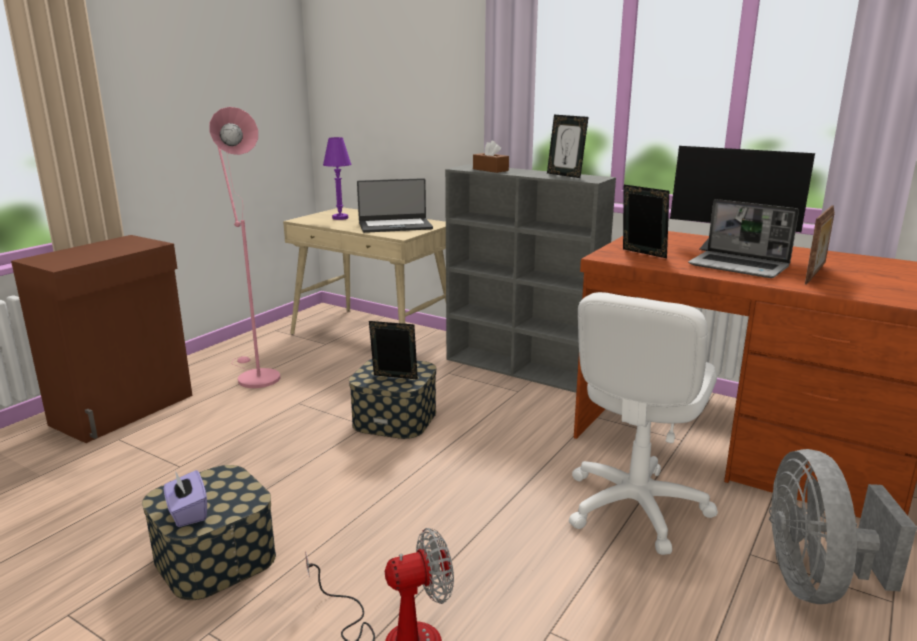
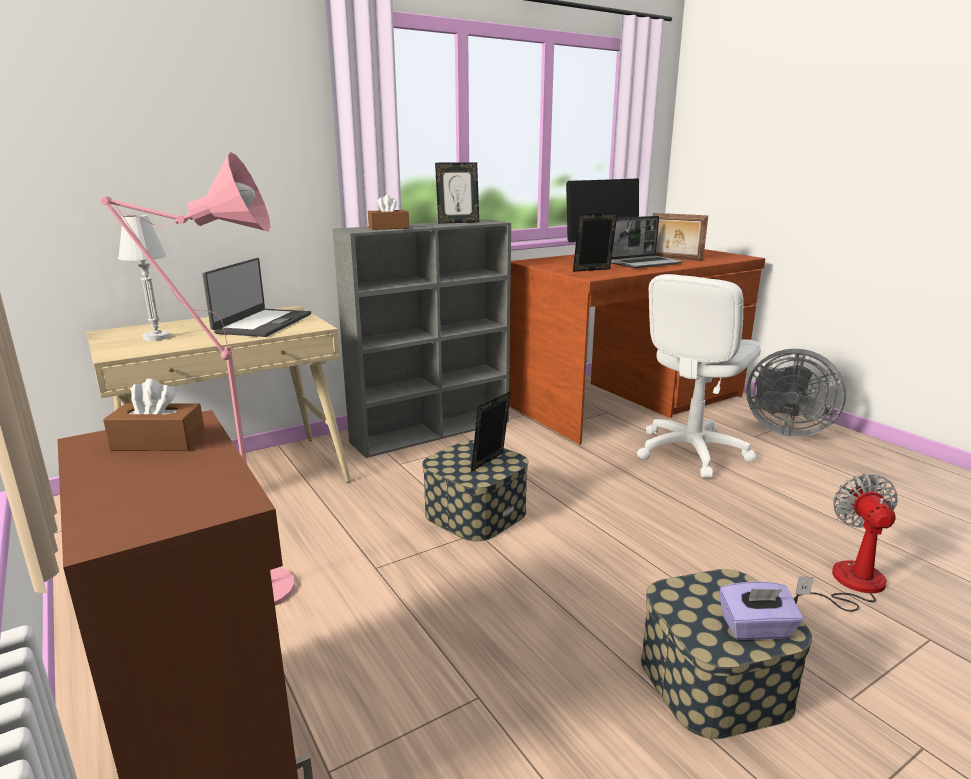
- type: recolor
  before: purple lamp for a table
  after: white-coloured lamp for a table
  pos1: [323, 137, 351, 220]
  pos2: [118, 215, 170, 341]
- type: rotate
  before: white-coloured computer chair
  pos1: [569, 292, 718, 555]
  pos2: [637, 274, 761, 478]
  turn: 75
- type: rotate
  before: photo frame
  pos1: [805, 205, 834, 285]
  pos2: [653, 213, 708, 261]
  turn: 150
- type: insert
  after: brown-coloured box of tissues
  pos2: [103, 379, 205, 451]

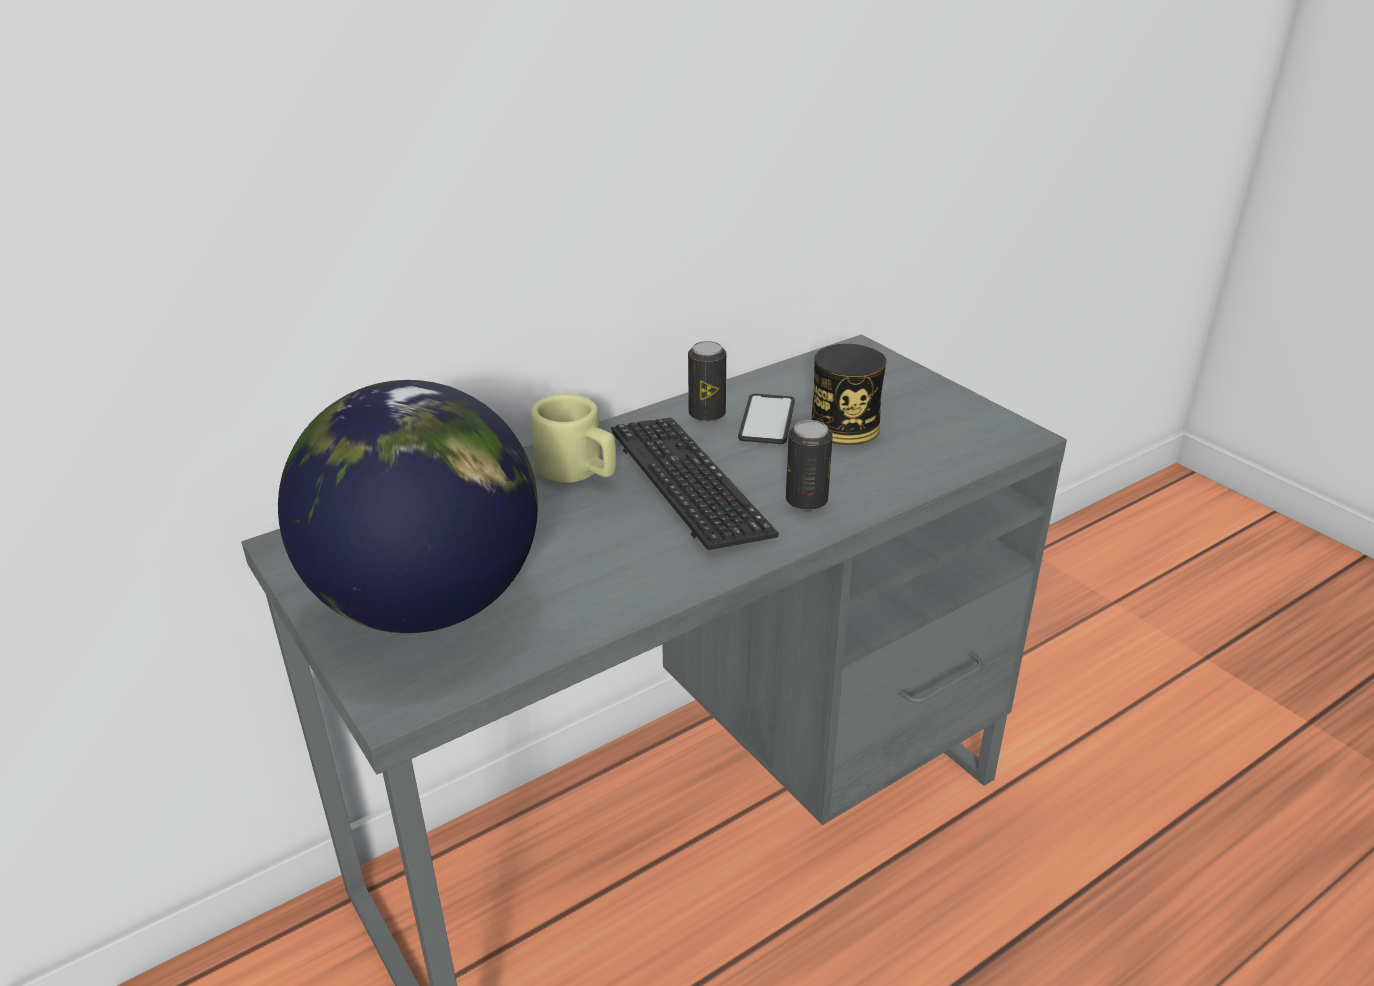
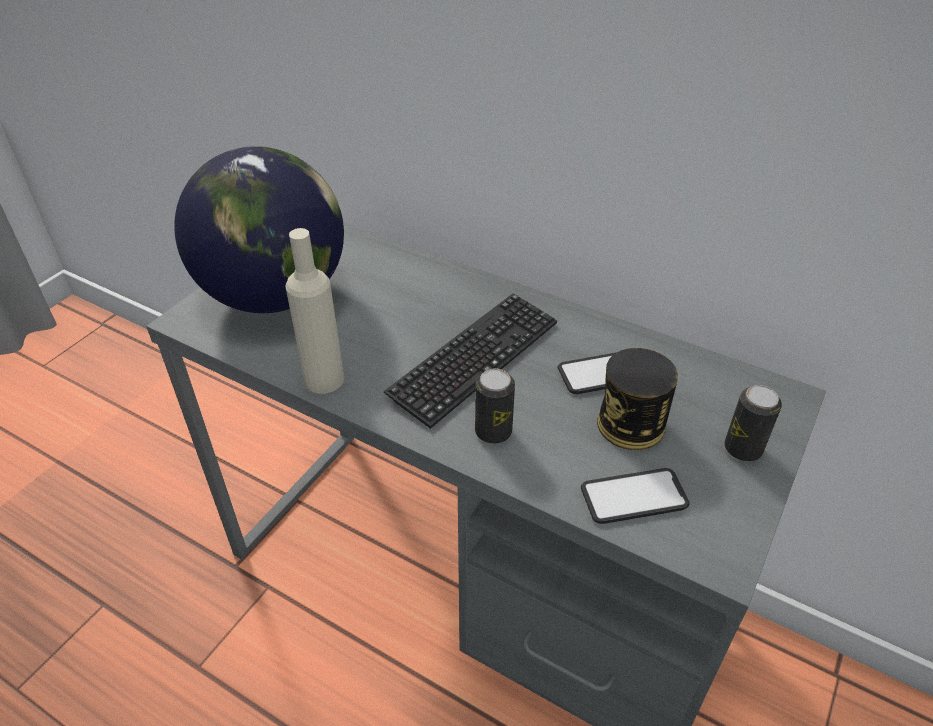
- type: delete
  before: beige mug
  pos1: [530, 394, 616, 483]
- type: move
  before: metal can
  pos1: [688, 341, 726, 422]
  pos2: [724, 385, 782, 461]
- type: insert
  after: beige beverage bottle
  pos2: [285, 228, 344, 394]
- type: insert
  after: phone
  pos2: [581, 468, 690, 524]

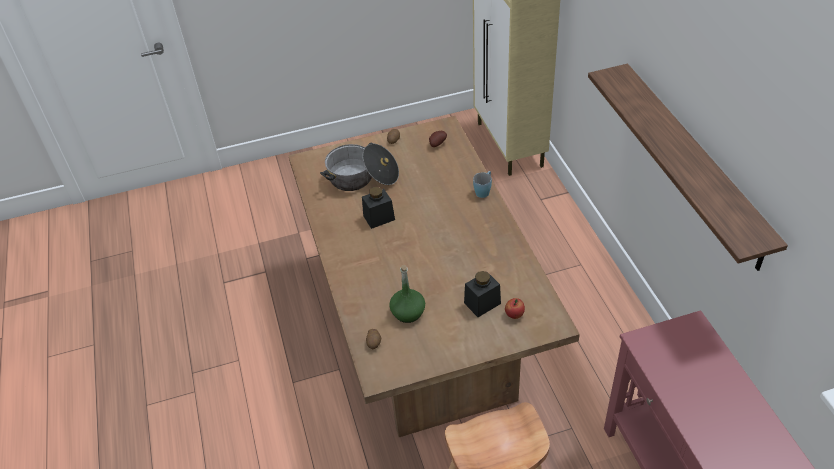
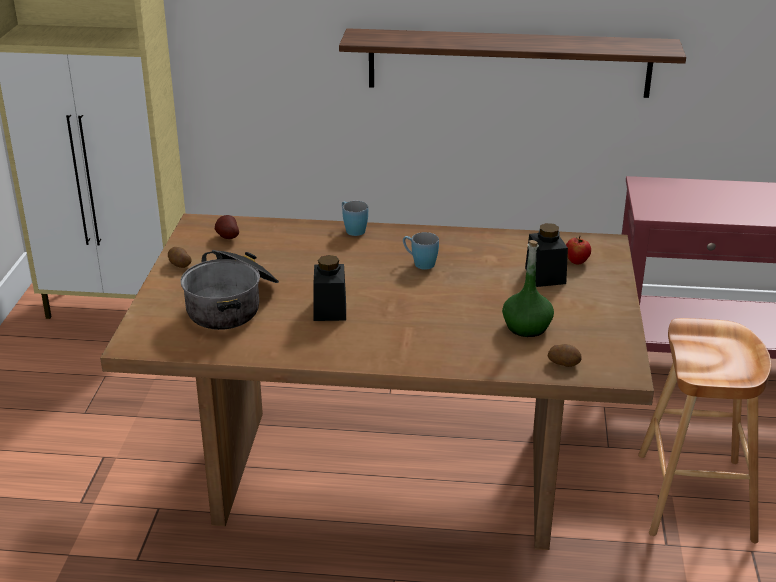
- type: insert
  after: blue mug
  pos2: [403, 232, 439, 270]

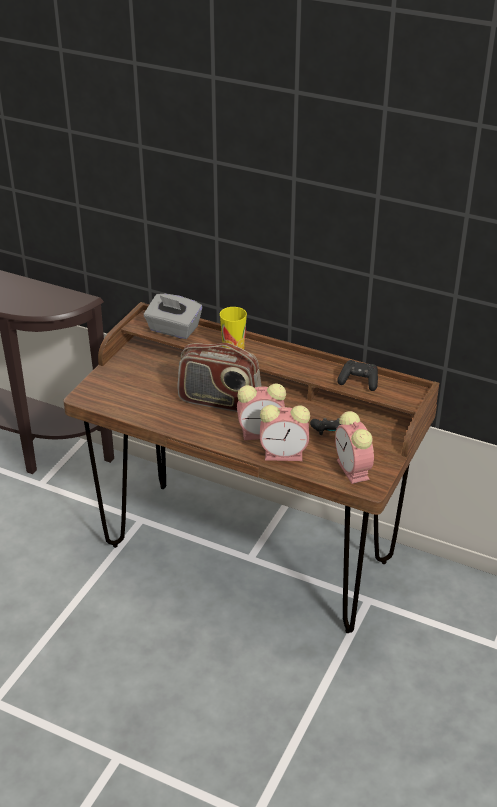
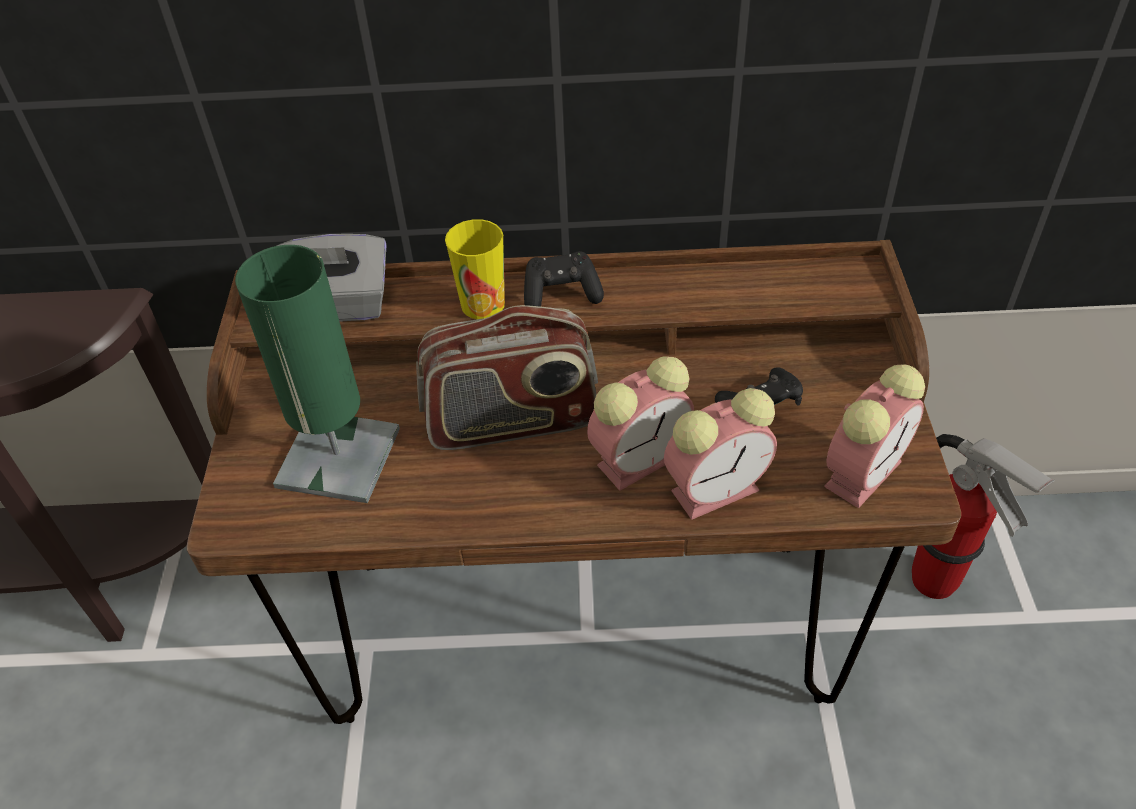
- type: rotate
  before: table clock
  pos1: [335, 411, 374, 484]
  pos2: [824, 364, 925, 508]
  turn: -90
- type: move
  before: black-coloured joypad
  pos1: [337, 360, 378, 391]
  pos2: [524, 251, 604, 307]
- type: insert
  after: green-coloured lamp for a table
  pos2: [235, 245, 400, 503]
- type: insert
  after: fire-fighting cylinder
  pos2: [912, 434, 1055, 599]

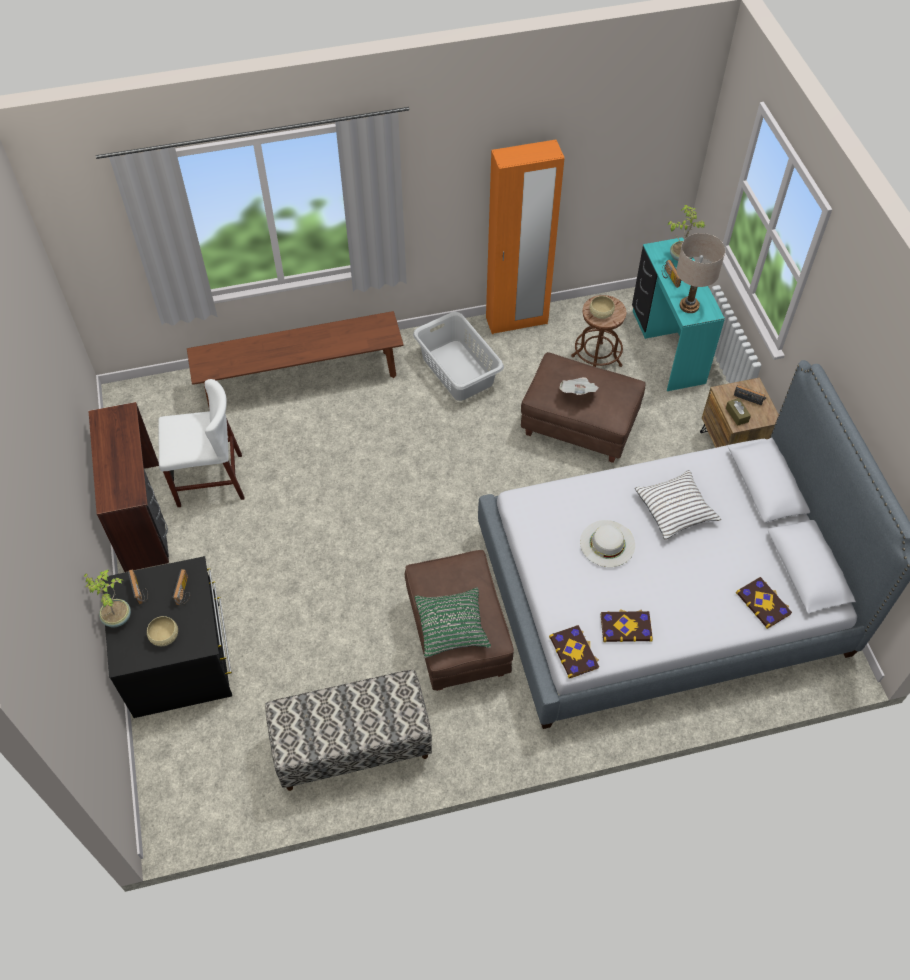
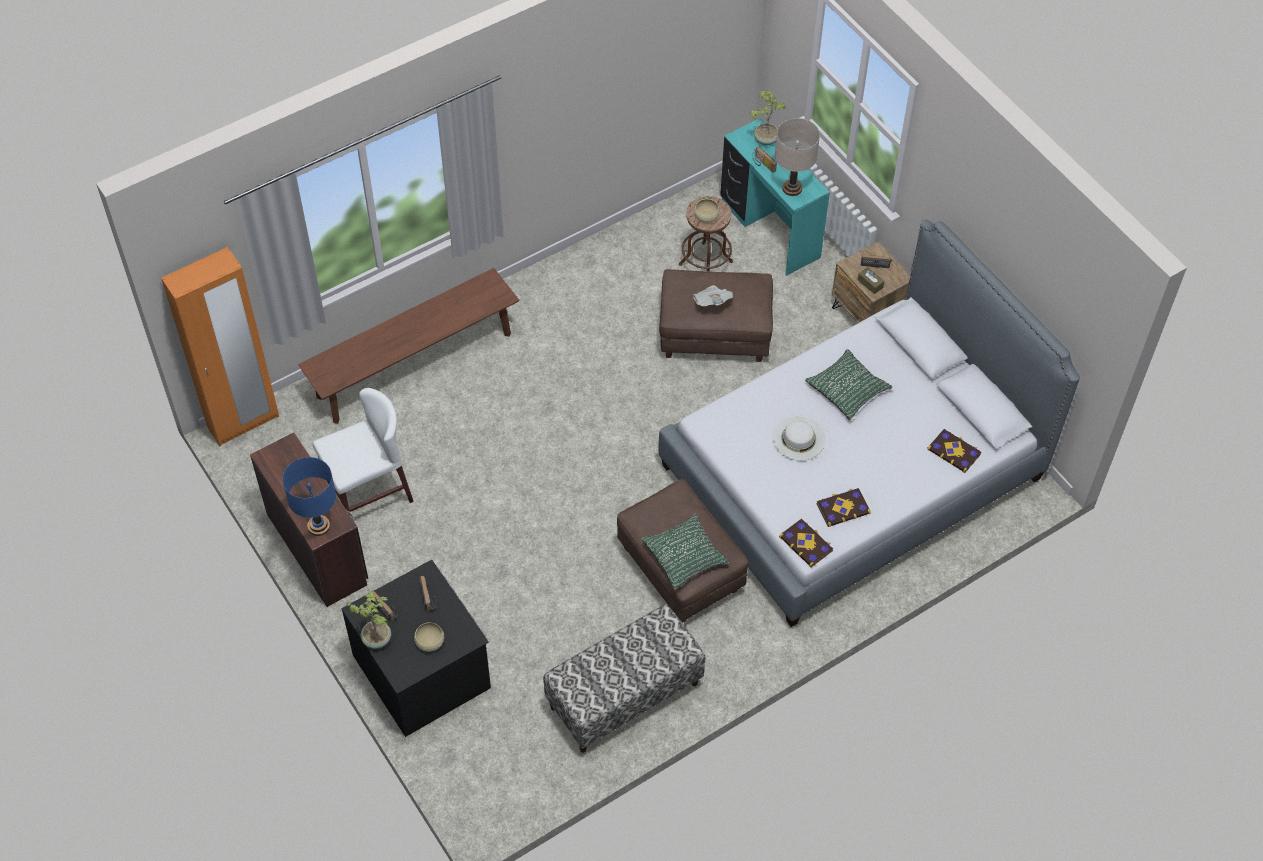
- type: delete
  before: grey washing basket
  pos1: [413, 312, 504, 401]
- type: move
  before: orangey clothes cupboard
  pos1: [486, 140, 564, 334]
  pos2: [161, 247, 279, 446]
- type: recolor
  before: white-coloured cushion
  after: green-coloured cushion
  pos1: [635, 470, 721, 540]
  pos2: [805, 349, 893, 420]
- type: insert
  after: blue lamp for a table
  pos2: [282, 457, 336, 536]

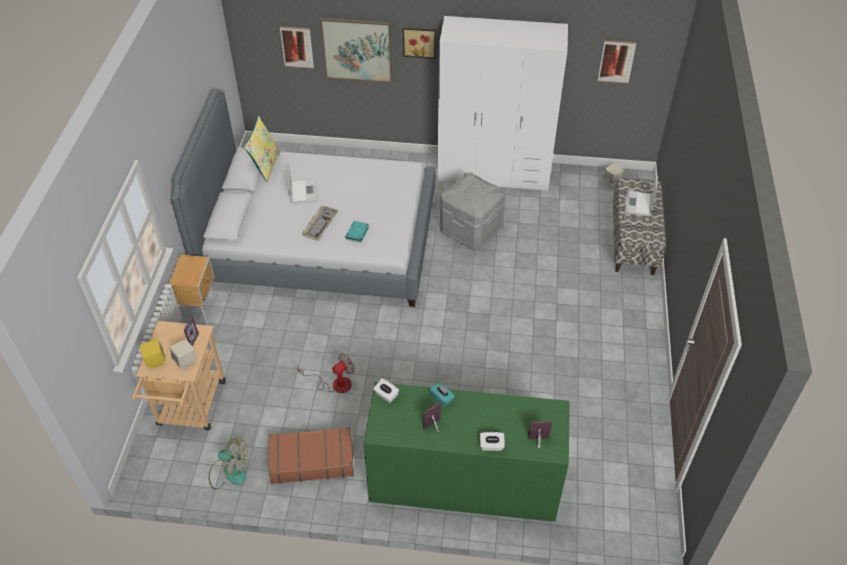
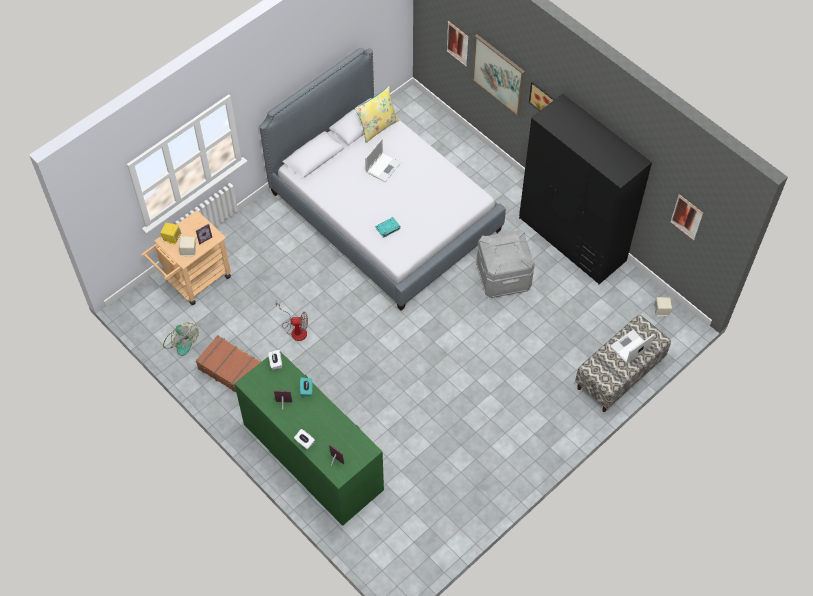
- type: delete
  before: brown-coloured bedside table
  pos1: [168, 255, 218, 325]
- type: delete
  before: PC keyboard
  pos1: [302, 205, 338, 241]
- type: recolor
  before: white-coloured clothes cupboard
  after: black-coloured clothes cupboard
  pos1: [437, 16, 568, 191]
  pos2: [519, 93, 652, 285]

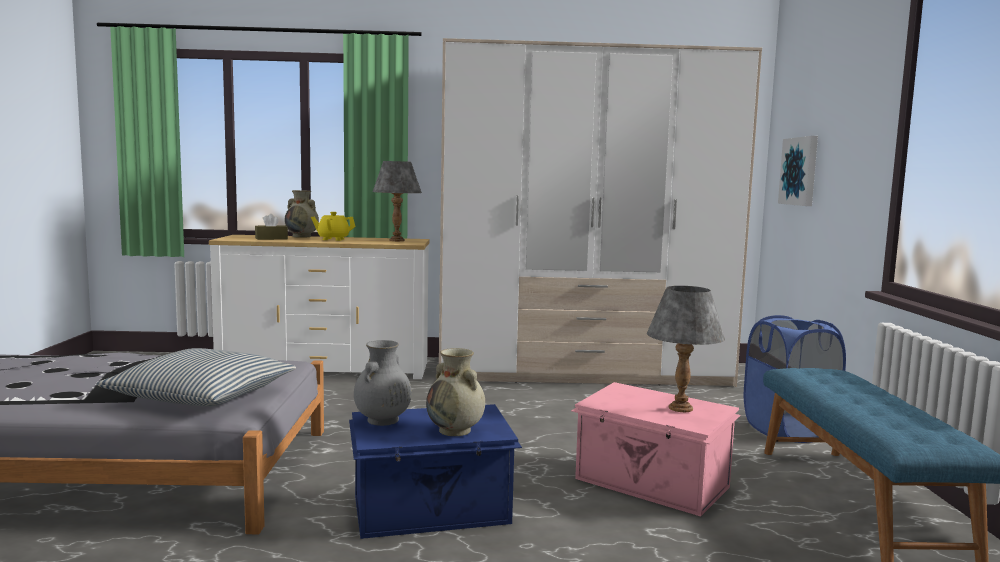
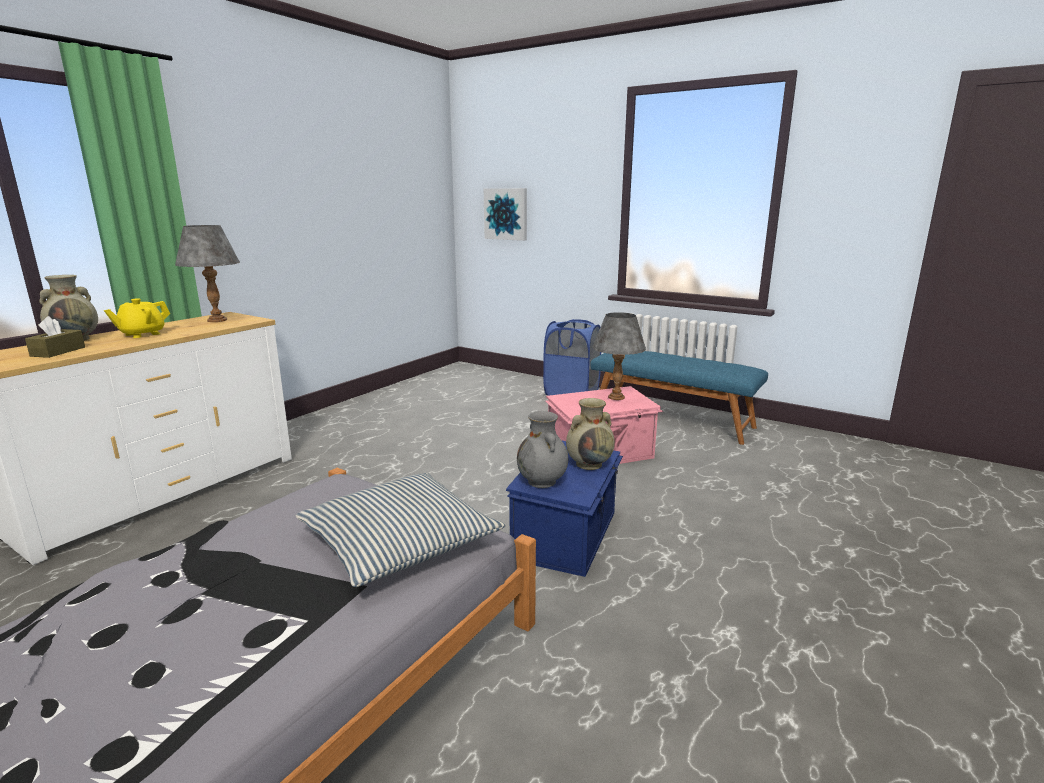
- type: delete
  before: clothes cupboard
  pos1: [439, 38, 762, 387]

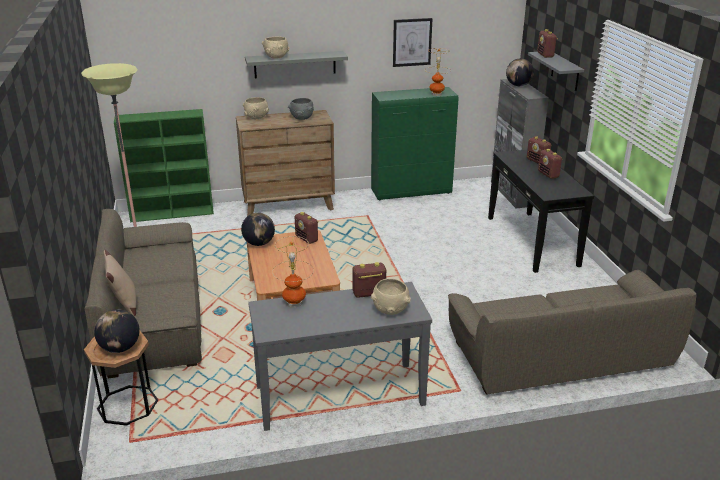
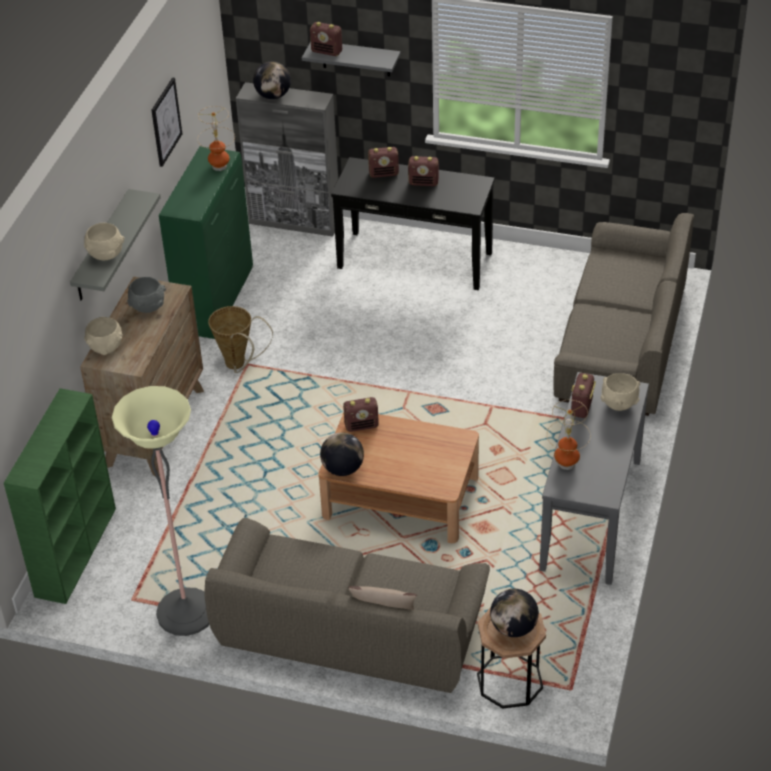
- type: insert
  after: household basket
  pos2: [208, 306, 273, 373]

